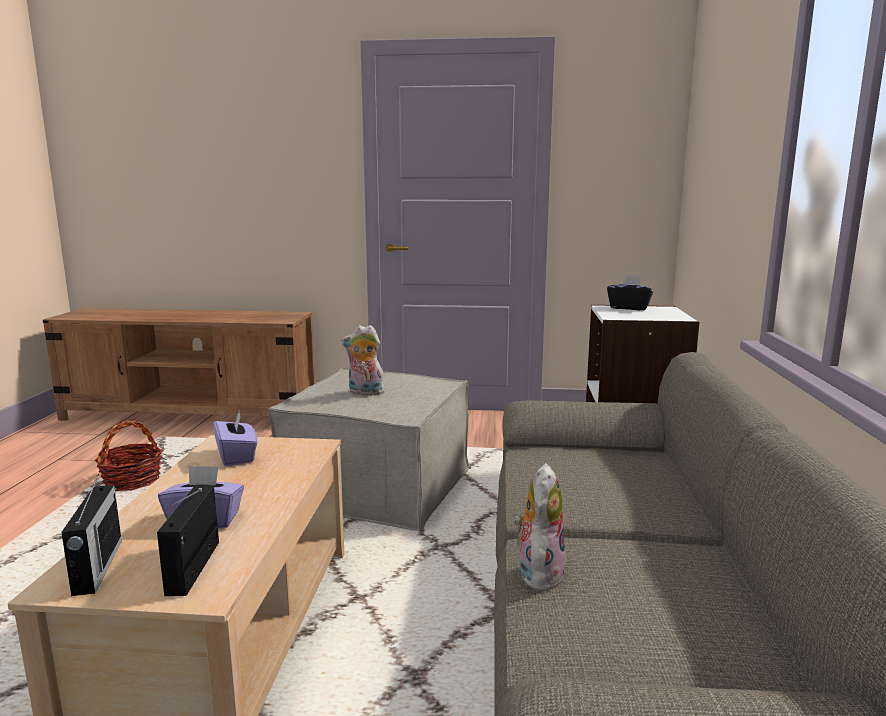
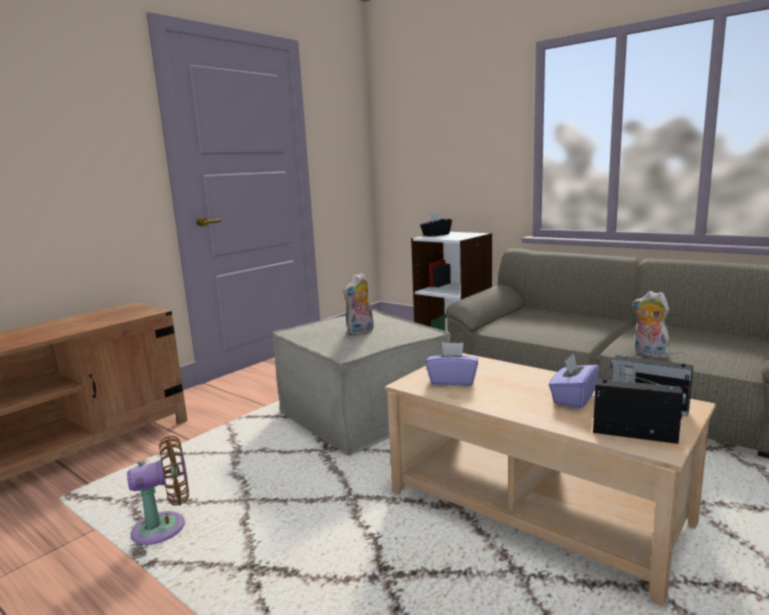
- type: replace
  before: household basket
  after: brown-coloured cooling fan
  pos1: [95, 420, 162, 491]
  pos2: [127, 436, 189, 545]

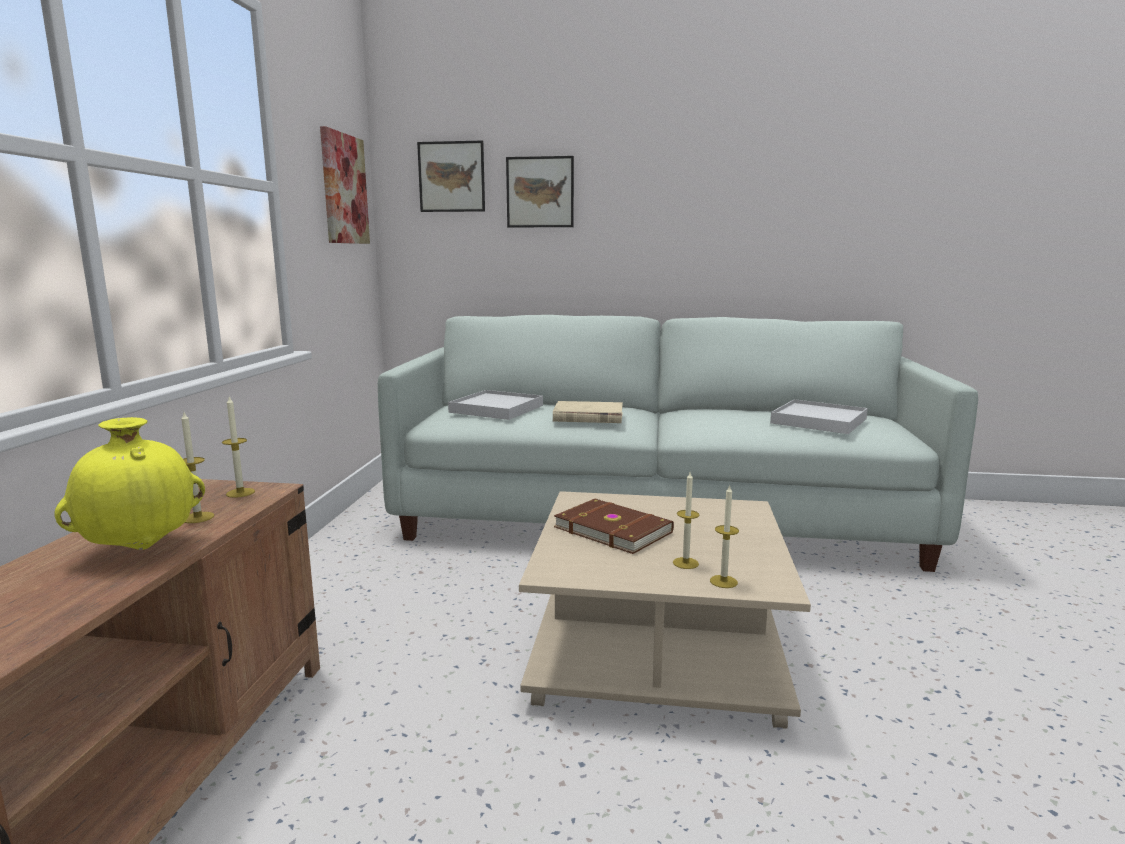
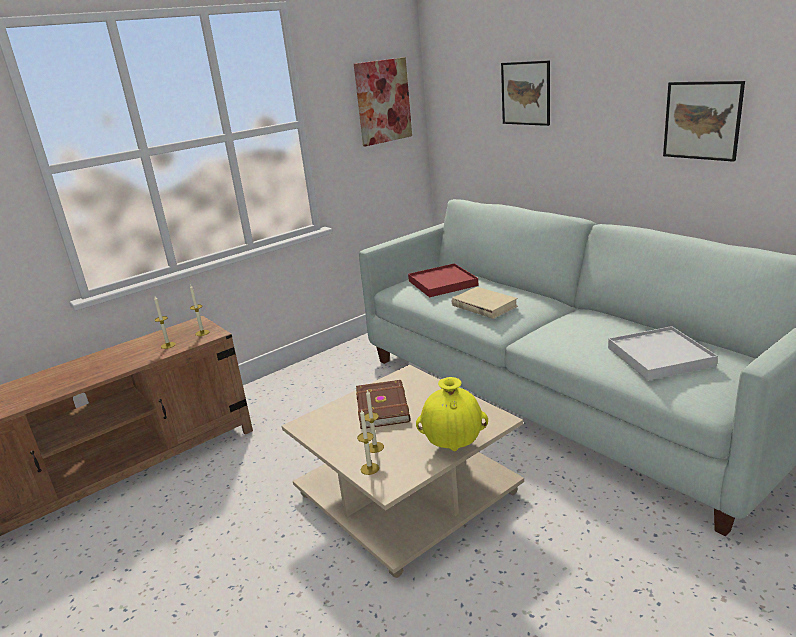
- type: move
  before: yellowish decorative vase
  pos1: [55, 417, 205, 550]
  pos2: [416, 377, 488, 451]
- type: move
  before: wall picture
  pos1: [417, 141, 485, 212]
  pos2: [663, 81, 745, 162]
- type: recolor
  before: white-coloured carrying tray
  after: red-coloured carrying tray
  pos1: [448, 390, 543, 420]
  pos2: [408, 263, 479, 297]

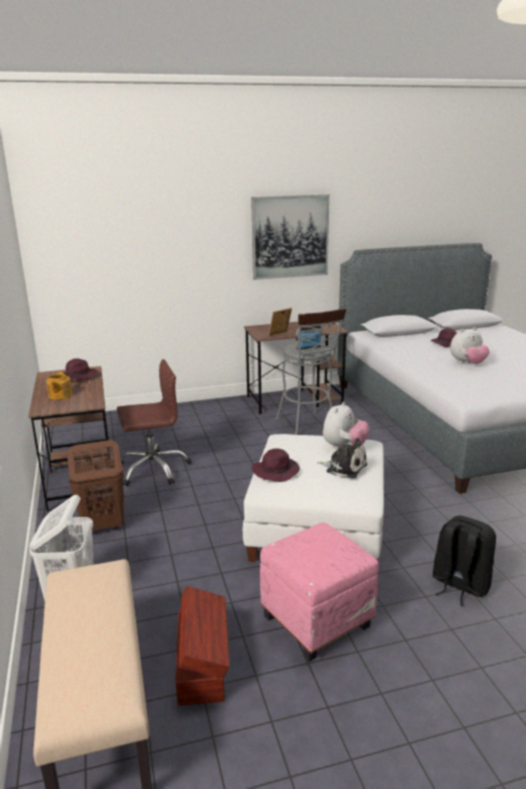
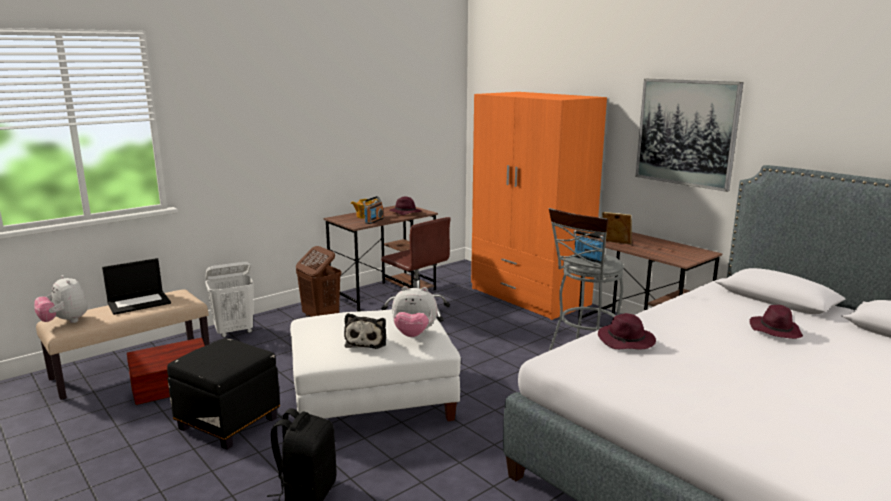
- type: move
  before: purple hat
  pos1: [252, 448, 300, 482]
  pos2: [598, 313, 656, 350]
- type: recolor
  before: pink pouffe
  after: black-coloured pouffe
  pos1: [260, 522, 379, 662]
  pos2: [167, 338, 280, 450]
- type: move
  before: cuddly toy
  pos1: [450, 327, 490, 364]
  pos2: [34, 275, 88, 323]
- type: insert
  after: portable computer
  pos2: [102, 258, 171, 315]
- type: insert
  after: radio receiver
  pos2: [363, 196, 384, 224]
- type: insert
  after: orangey clothes cupboard
  pos2: [471, 92, 607, 320]

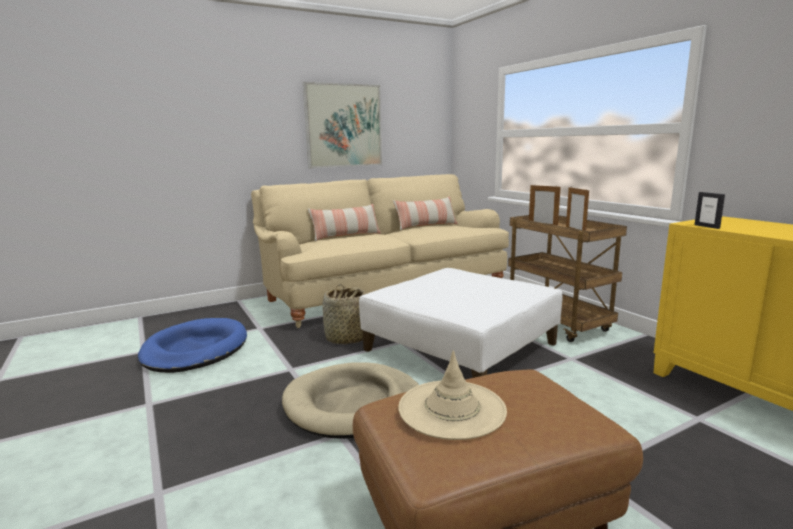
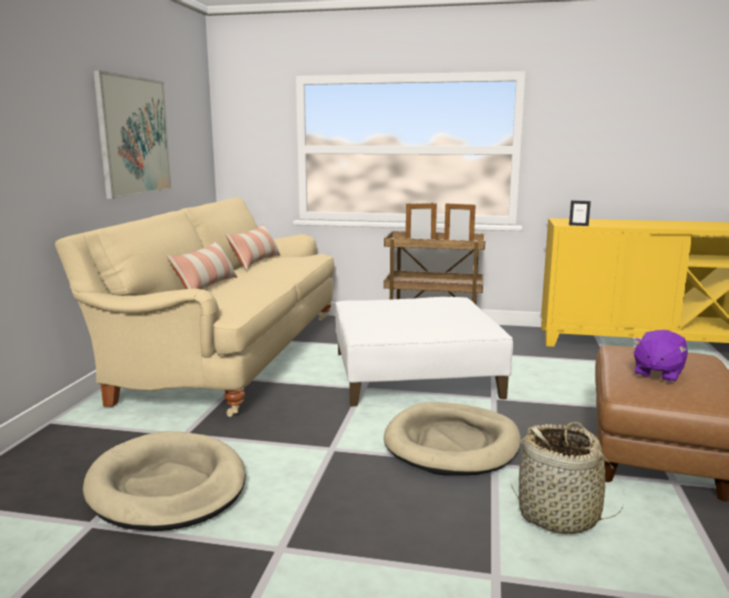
- type: recolor
  before: blue dog cushion
  after: beige dog cushion
  pos1: [138, 318, 247, 373]
  pos2: [83, 431, 246, 531]
- type: move
  before: household basket
  pos1: [322, 284, 366, 345]
  pos2: [511, 422, 624, 534]
- type: replace
  before: beige hat
  after: purple cuddly toy
  pos1: [398, 350, 507, 440]
  pos2: [632, 330, 688, 382]

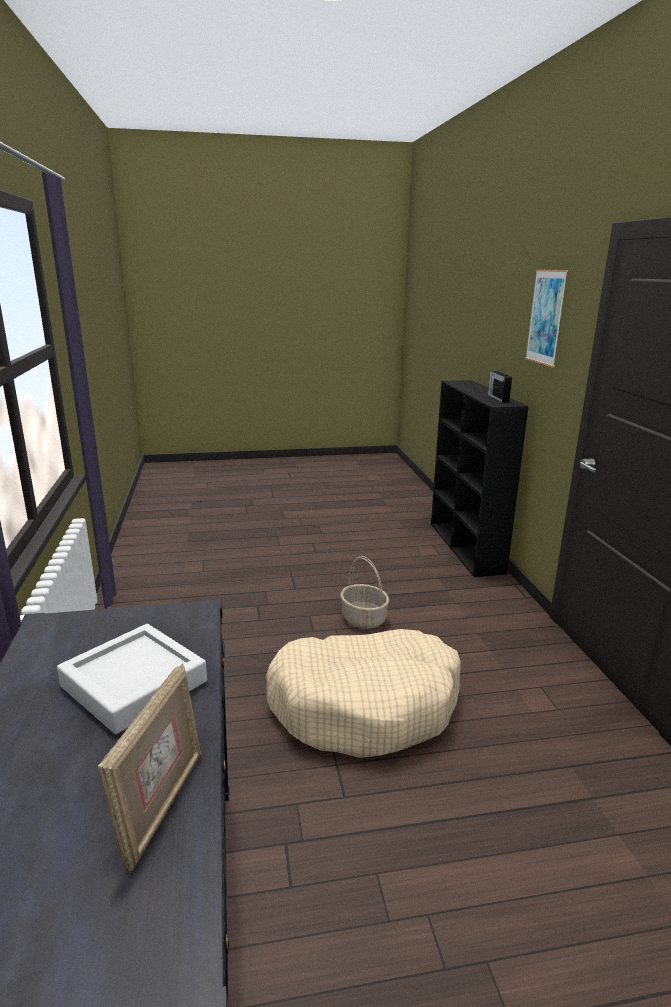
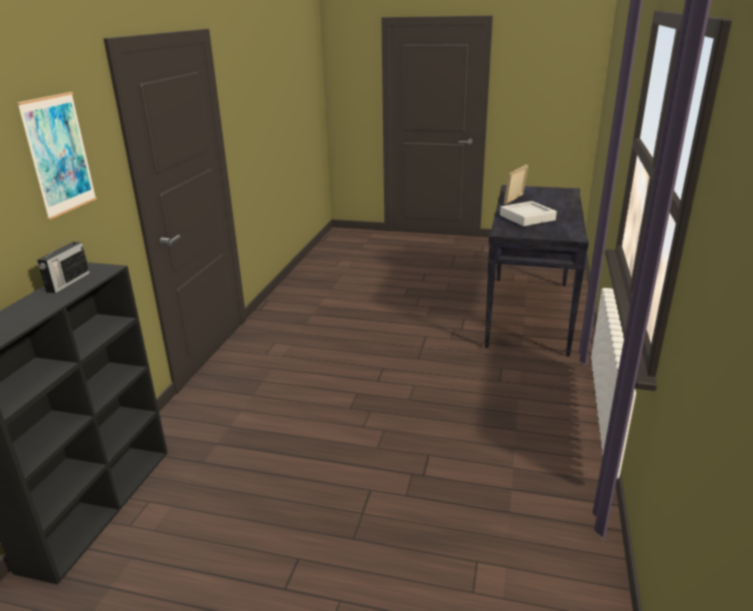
- type: delete
  before: beige dog cushion
  pos1: [266, 629, 461, 758]
- type: delete
  before: household basket
  pos1: [340, 556, 389, 628]

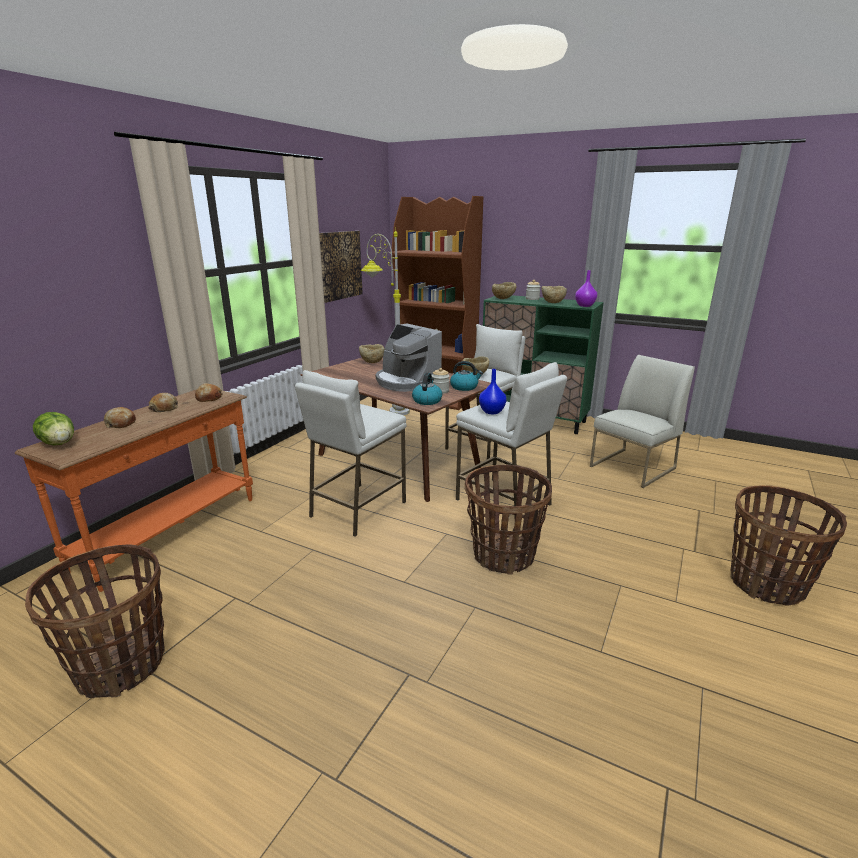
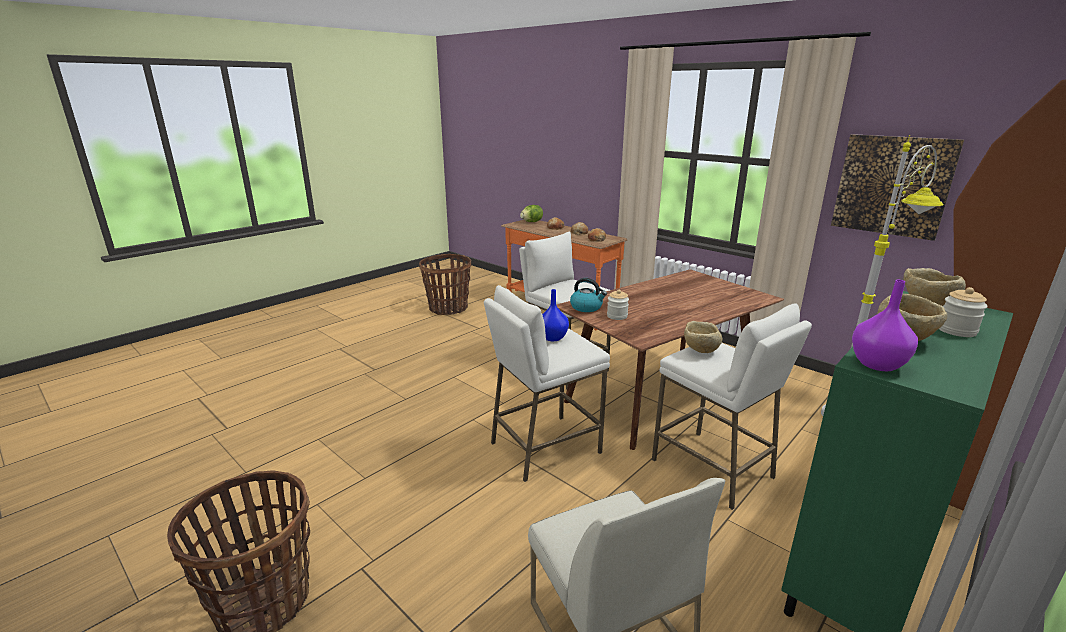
- type: delete
  before: beige bowl
  pos1: [359, 344, 385, 363]
- type: delete
  before: coffee brewer
  pos1: [376, 324, 442, 392]
- type: delete
  before: water kettle
  pos1: [450, 361, 483, 391]
- type: delete
  before: household basket
  pos1: [465, 465, 552, 575]

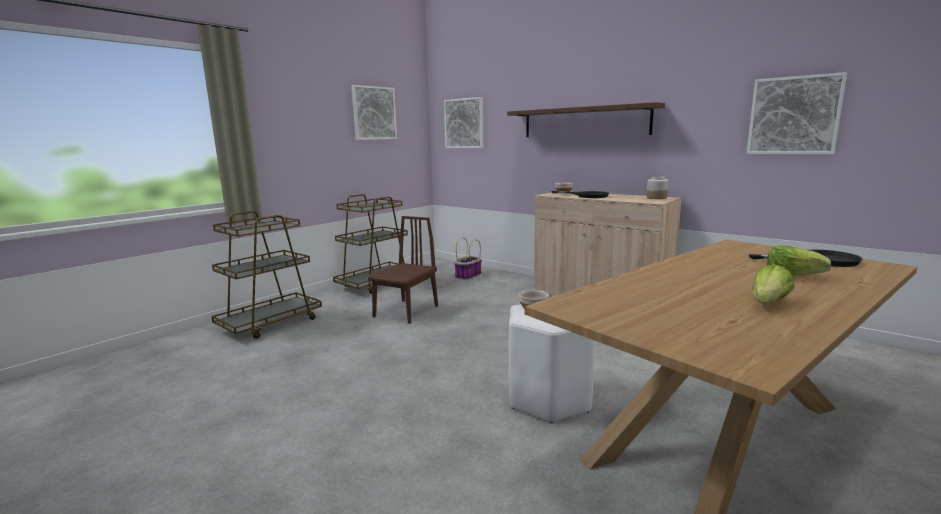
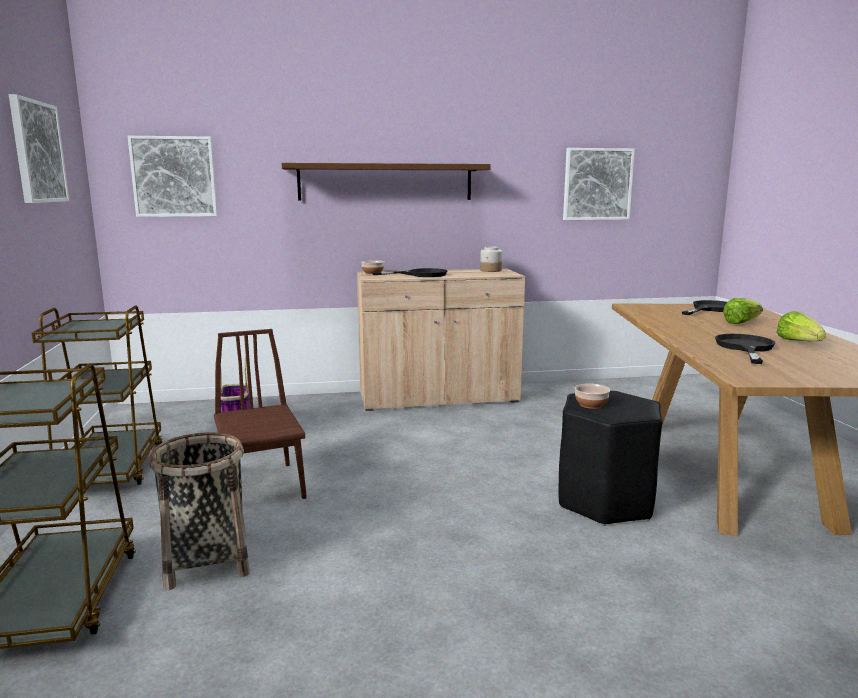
- type: recolor
  before: white-coloured stool seat
  after: black-coloured stool seat
  pos1: [508, 304, 595, 423]
  pos2: [558, 391, 663, 526]
- type: insert
  after: household basket
  pos2: [149, 432, 250, 590]
- type: insert
  after: black-coloured pan
  pos2: [715, 334, 775, 364]

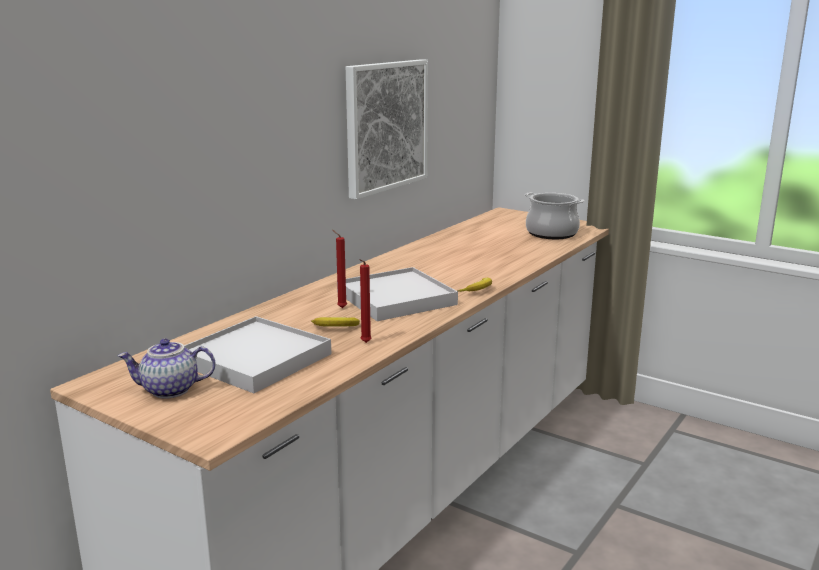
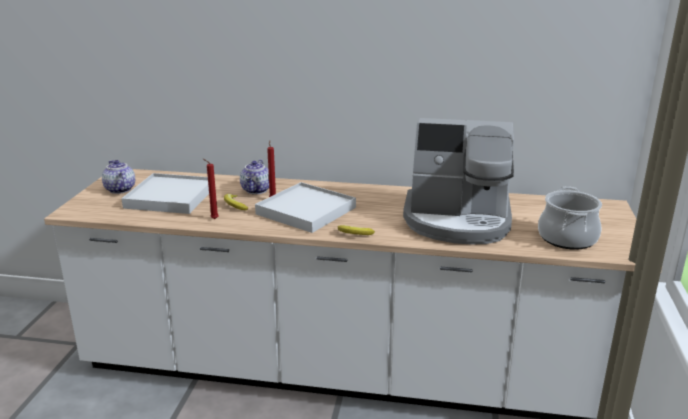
- type: delete
  before: wall picture
  pos1: [346, 59, 428, 200]
- type: insert
  after: teapot
  pos2: [240, 160, 269, 194]
- type: insert
  after: coffee brewer
  pos2: [403, 118, 514, 245]

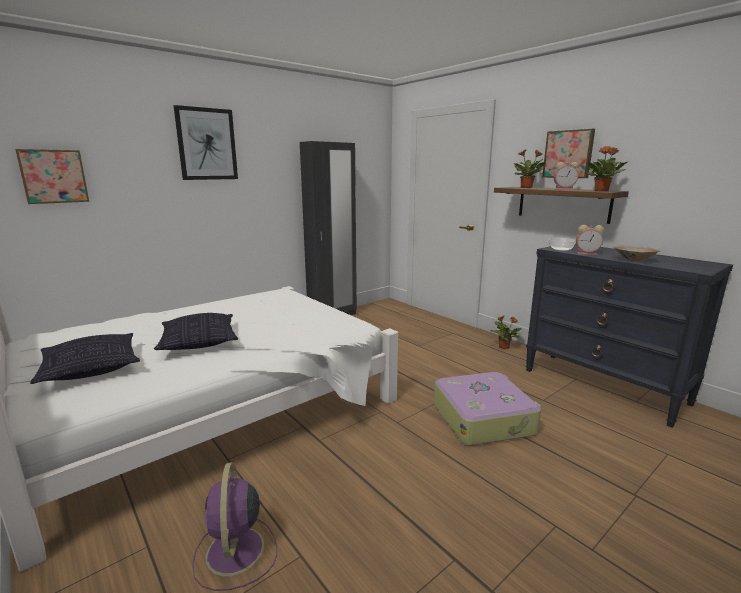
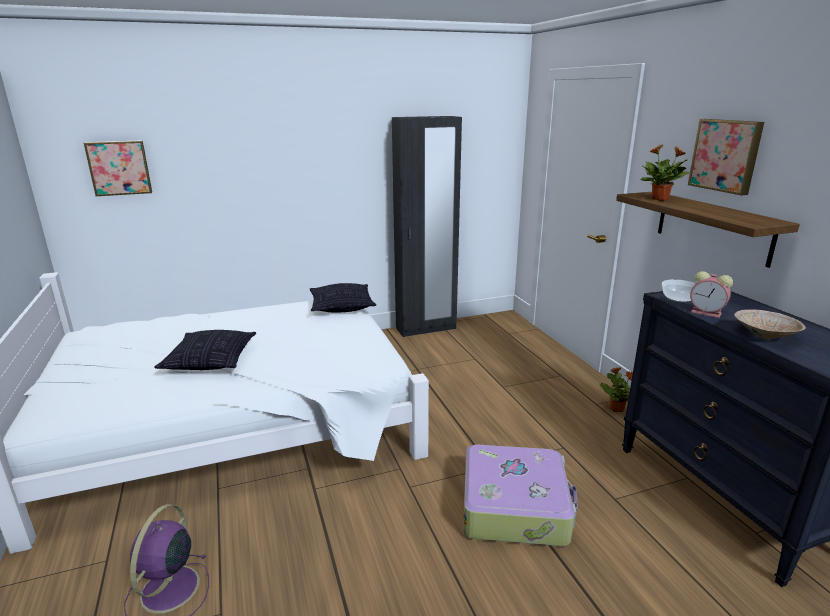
- type: move
  before: cushion
  pos1: [30, 333, 140, 384]
  pos2: [310, 283, 376, 313]
- type: delete
  before: wall picture
  pos1: [173, 105, 238, 180]
- type: delete
  before: table clock
  pos1: [554, 162, 579, 190]
- type: delete
  before: potted plant
  pos1: [586, 146, 629, 191]

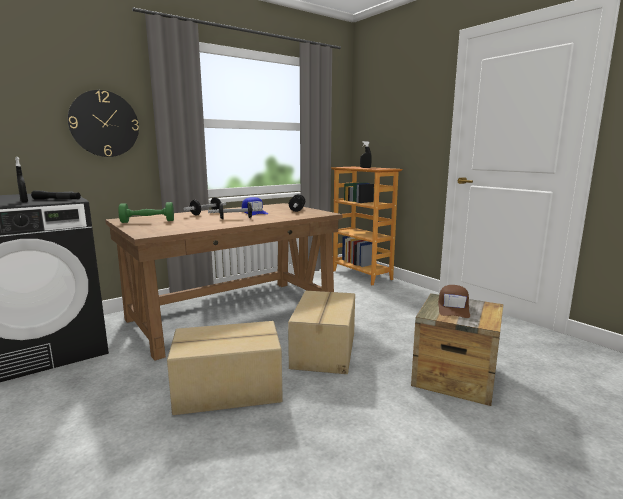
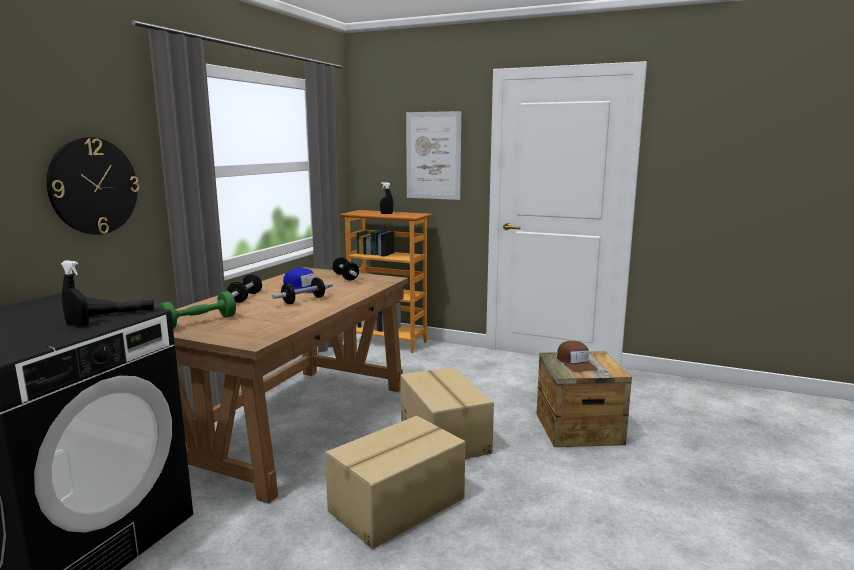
- type: insert
  after: wall picture
  pos2: [406, 111, 461, 200]

